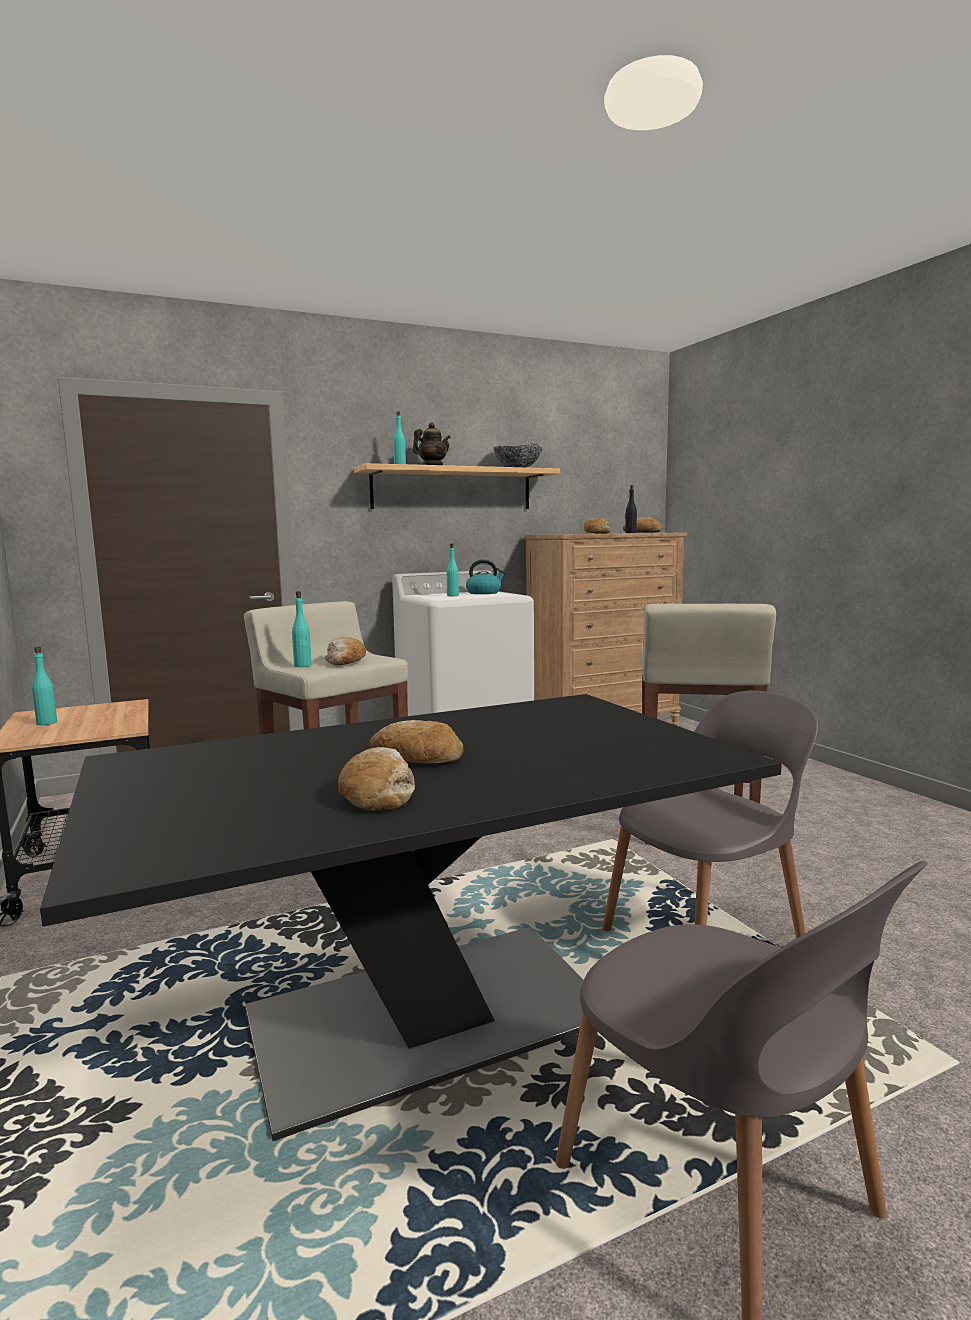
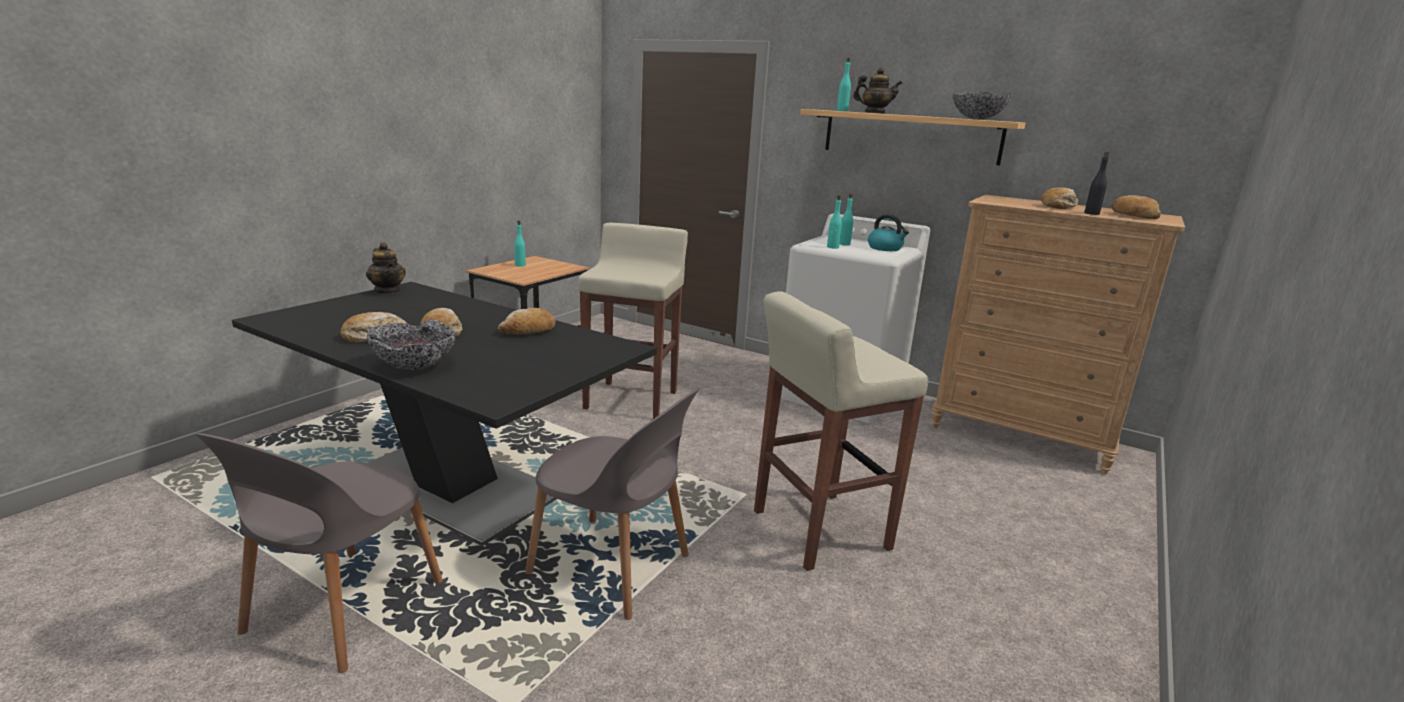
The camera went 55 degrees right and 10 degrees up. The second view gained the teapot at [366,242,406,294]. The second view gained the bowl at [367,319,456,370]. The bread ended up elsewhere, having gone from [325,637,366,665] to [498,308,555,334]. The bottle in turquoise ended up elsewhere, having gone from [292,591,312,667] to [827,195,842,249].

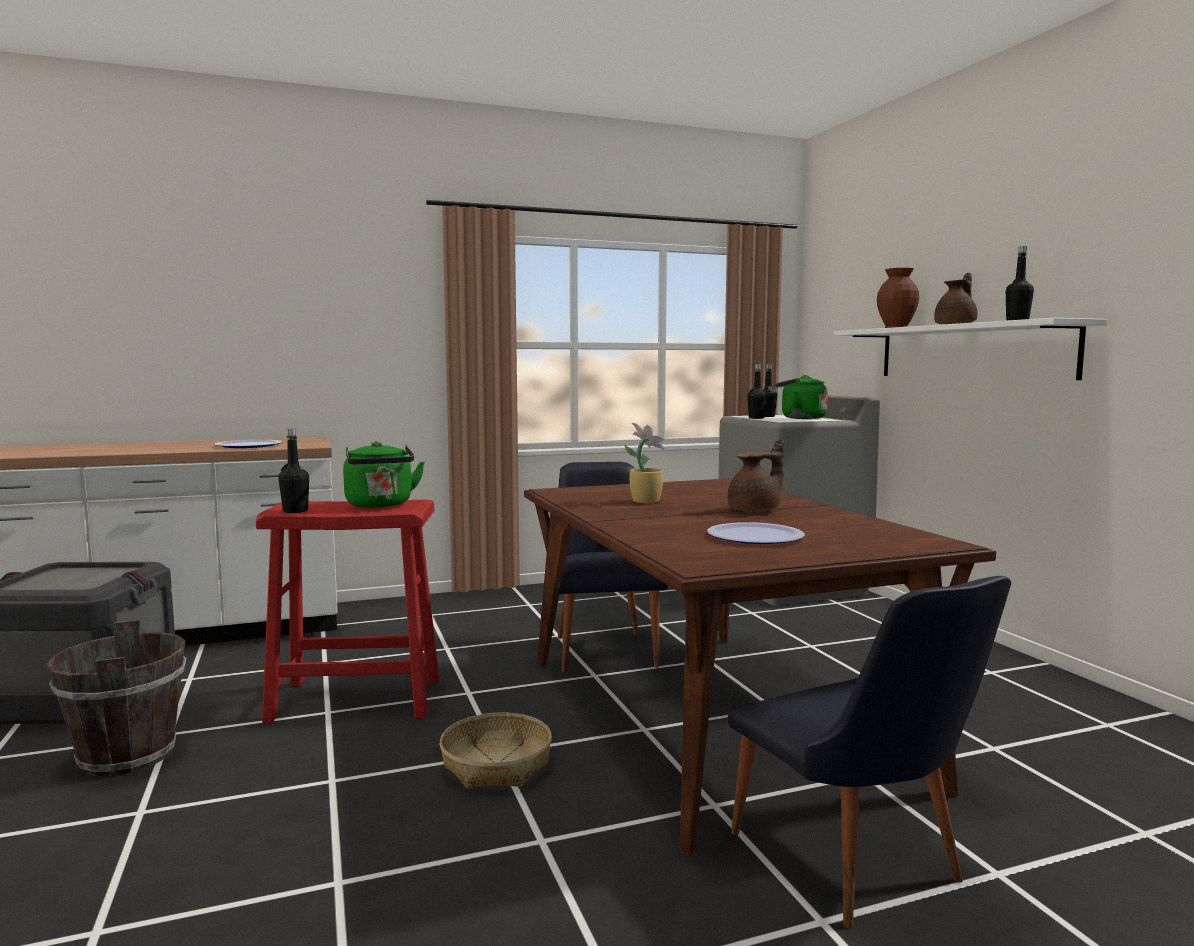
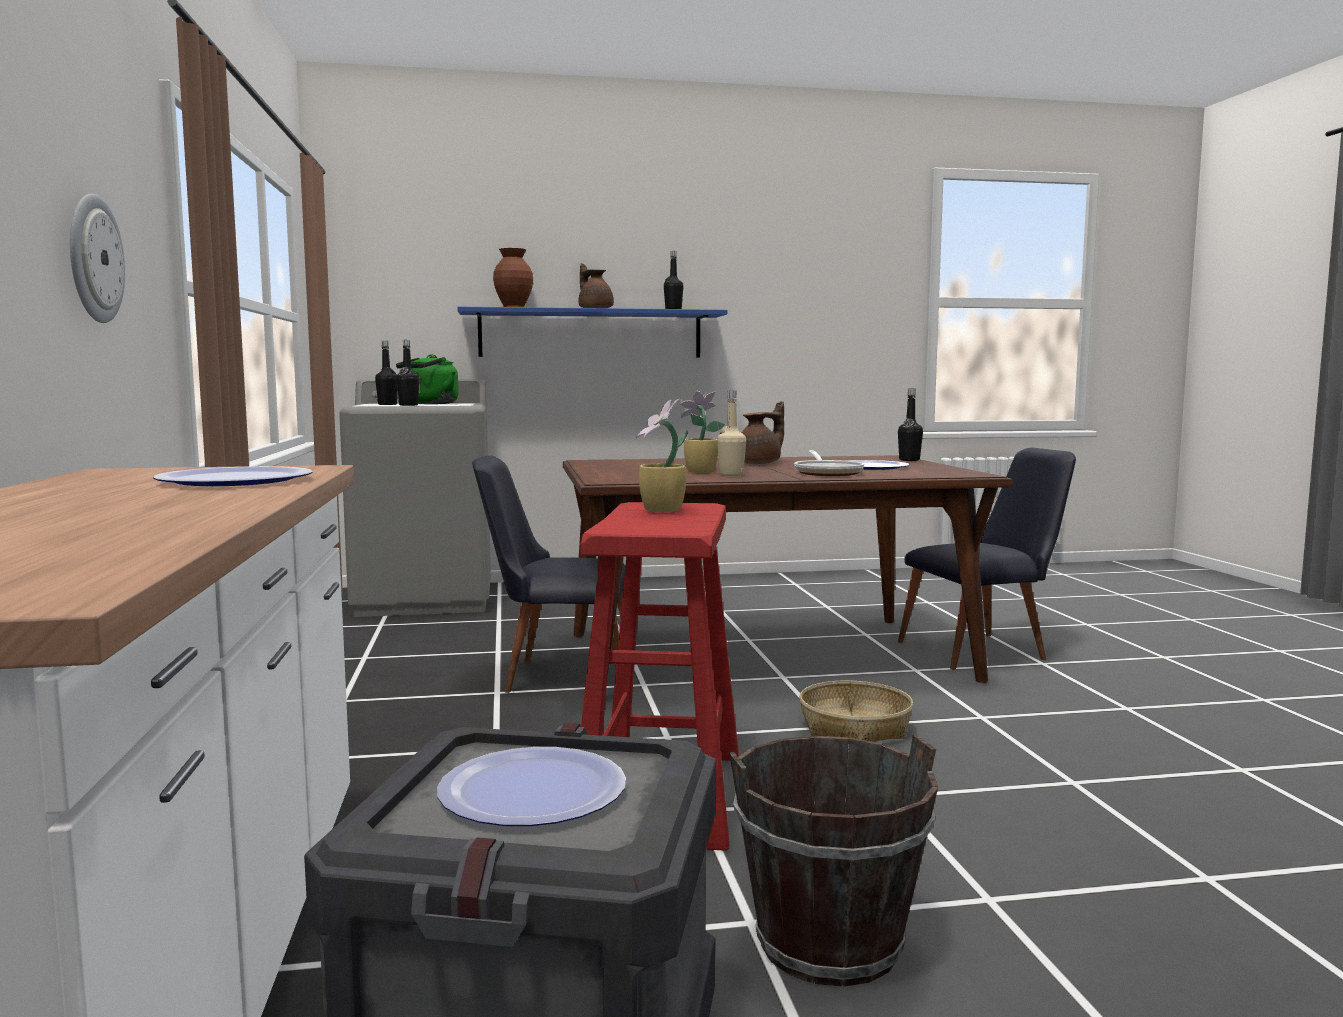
The camera went 80 degrees left and 0 degrees up. The second view gained the wall clock at [70,193,125,323]. The second view gained the plate at [437,747,626,826]. What was the shelf in white at [834,318,1107,380] turned into the shelf in blue at [457,307,727,357]. Where the kettle in green stood at [343,441,425,508], the potted plant came to stand at [636,399,688,512]. The second view gained the bottle in beige at [717,391,746,476]. The teapot in brown at [728,439,784,512] ended up facing another way, 75 degrees clockwise from before. The second view gained the frying pan at [794,450,864,476]. The bottle in black ended up elsewhere, having gone from [278,428,309,513] to [898,389,923,461].

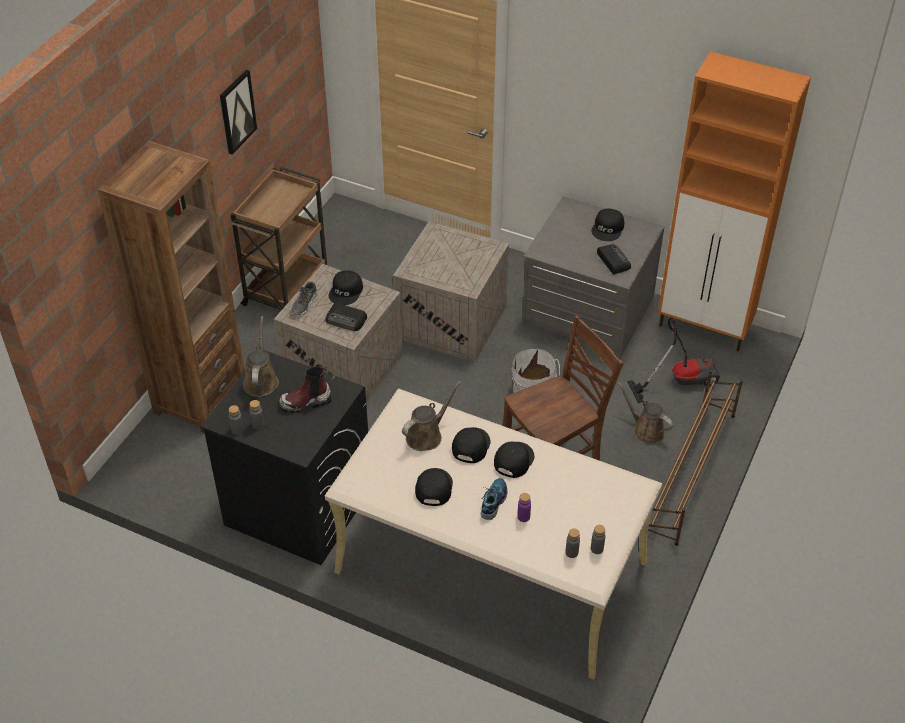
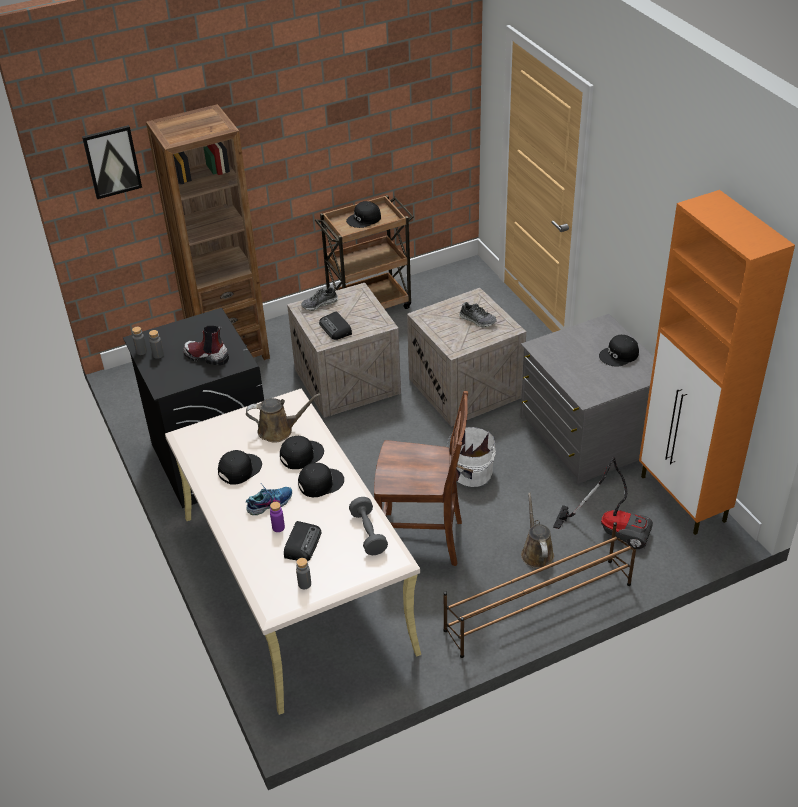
The camera went 40 degrees right and 5 degrees down. The picture ended up elsewhere, having gone from [220,70,257,155] to [82,125,142,199]. The radio ended up elsewhere, having gone from [597,244,631,274] to [284,521,322,561]. The cap in black ended up elsewhere, having gone from [328,270,363,305] to [346,201,381,228]. The second view gained the dumbbell in grey at [349,497,388,555]. The second view gained the shoe at [459,302,497,328]. The second view lost the watering can in brown at [243,316,279,397]. The second view lost the bottle in grey at [565,529,580,558].

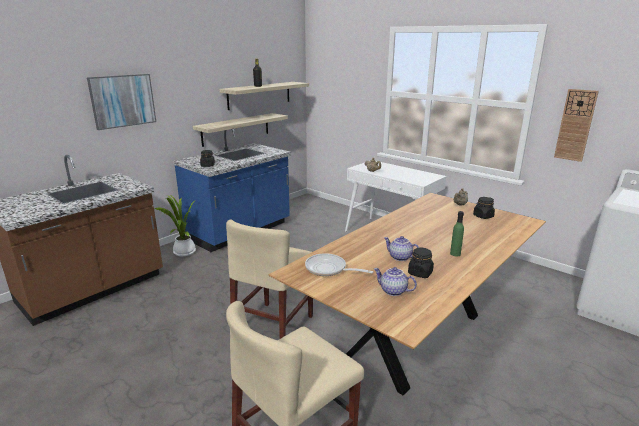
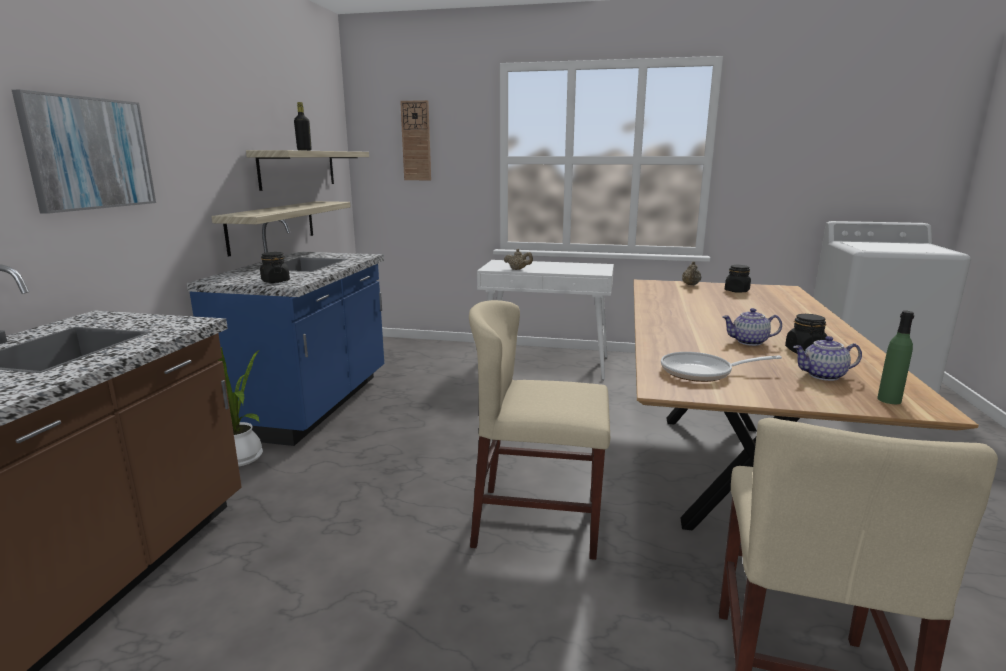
The camera went 30 degrees left and 5 degrees down. The wall clock ended up elsewhere, having gone from [554,89,599,162] to [400,100,431,180]. The chair in beige at [226,219,313,339] ended up facing another way, 105 degrees clockwise from before. The bottle in green ended up elsewhere, having gone from [450,211,464,257] to [877,311,914,404].

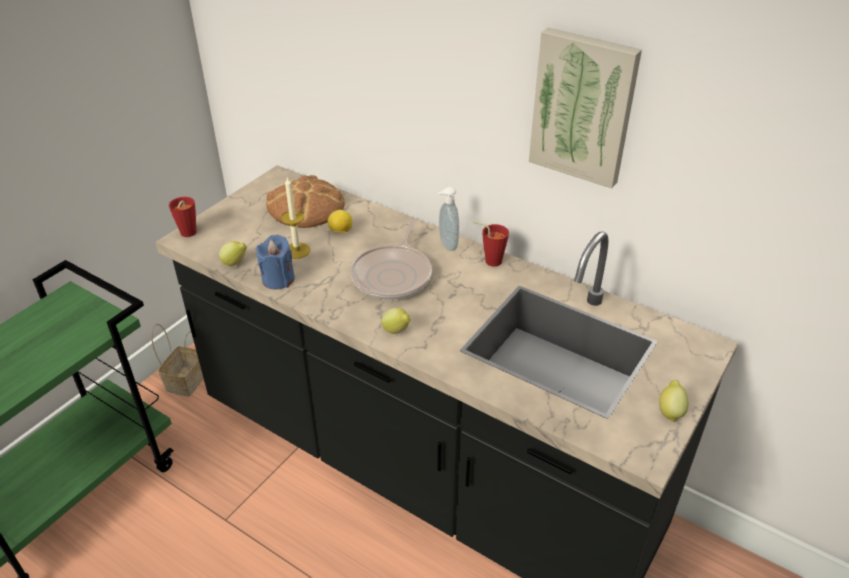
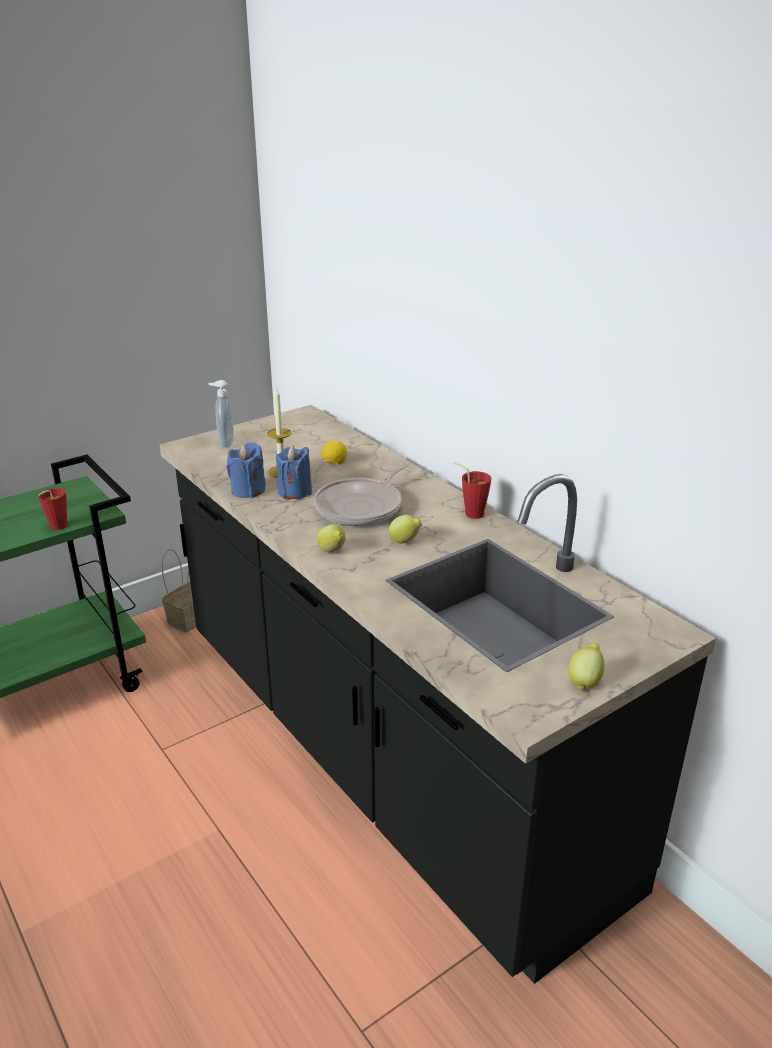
The camera went 20 degrees right and 10 degrees down. The cup in red ended up elsewhere, having gone from [169,197,197,237] to [38,488,67,530]. The soap dispenser ended up elsewhere, having gone from [438,187,459,251] to [209,380,233,448]. The second view gained the candle in blue at [276,445,312,499]. The lemon ended up elsewhere, having gone from [219,241,247,266] to [389,515,422,544]. The second view lost the bread at [266,175,345,228]. The second view lost the picture at [529,28,642,188].

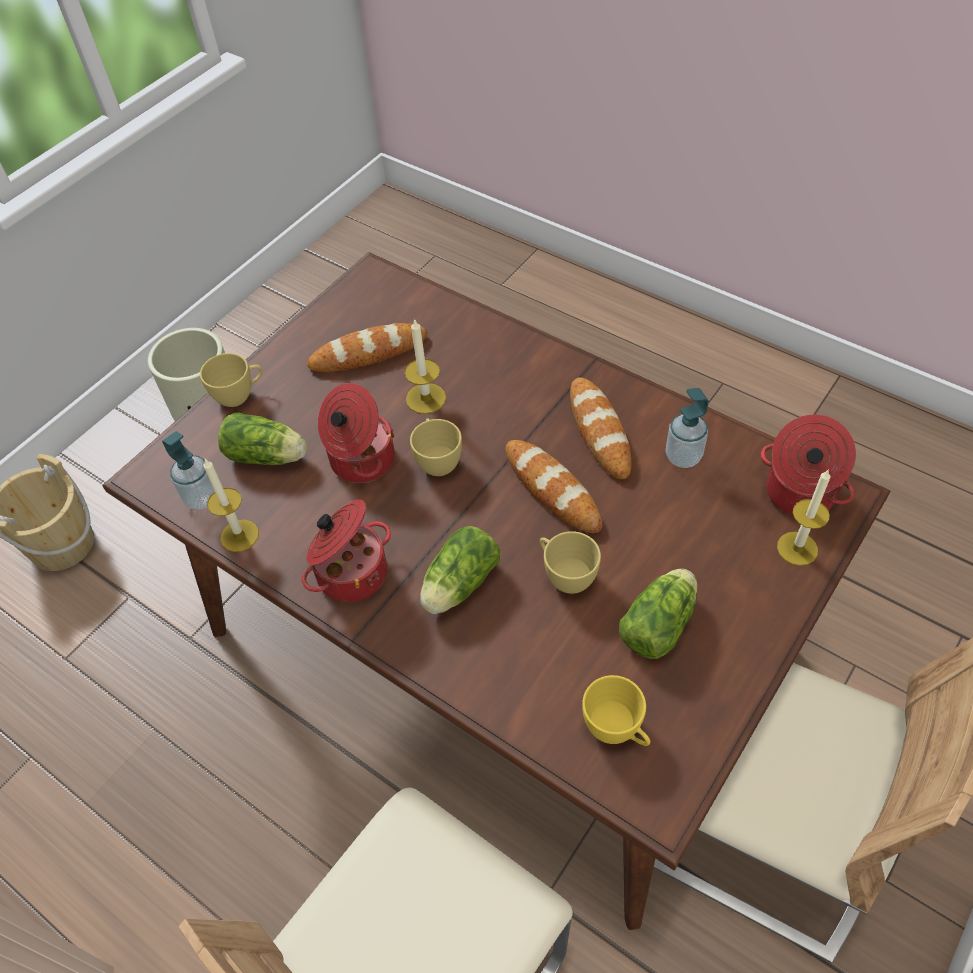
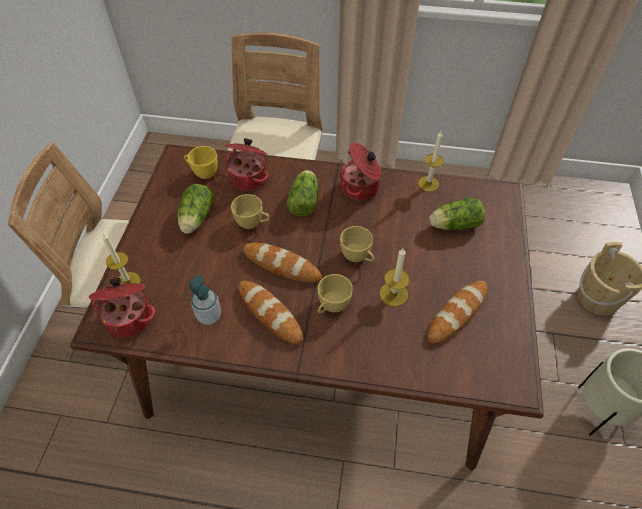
The camera went 150 degrees right and 0 degrees up. The cooking pot ended up elsewhere, having gone from [318,383,395,483] to [225,138,268,191]. The cup in yellow ended up elsewhere, having gone from [200,353,263,407] to [318,274,353,313]. The second view lost the soap dispenser at [162,431,215,510].

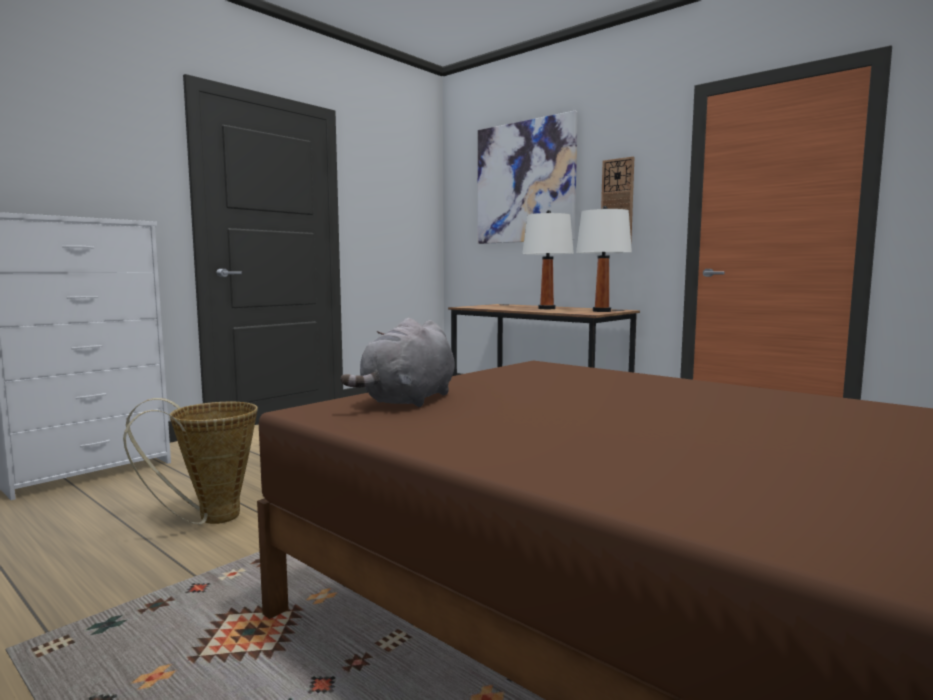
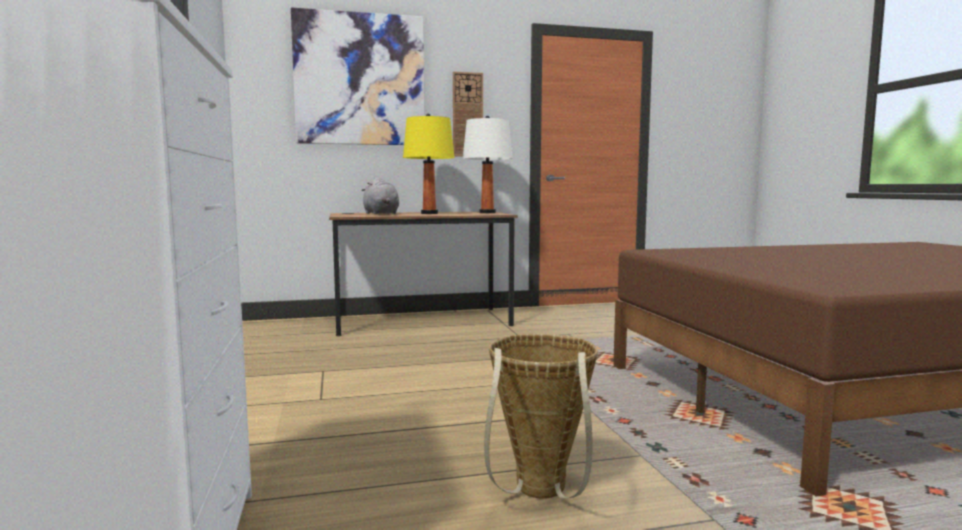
The camera went 55 degrees left and 0 degrees up. The plush toy in grey ended up elsewhere, having gone from [340,318,455,407] to [361,177,399,214]. What was the table lamp in white at [522,210,574,309] turned into the table lamp in yellow at [403,114,455,214].

